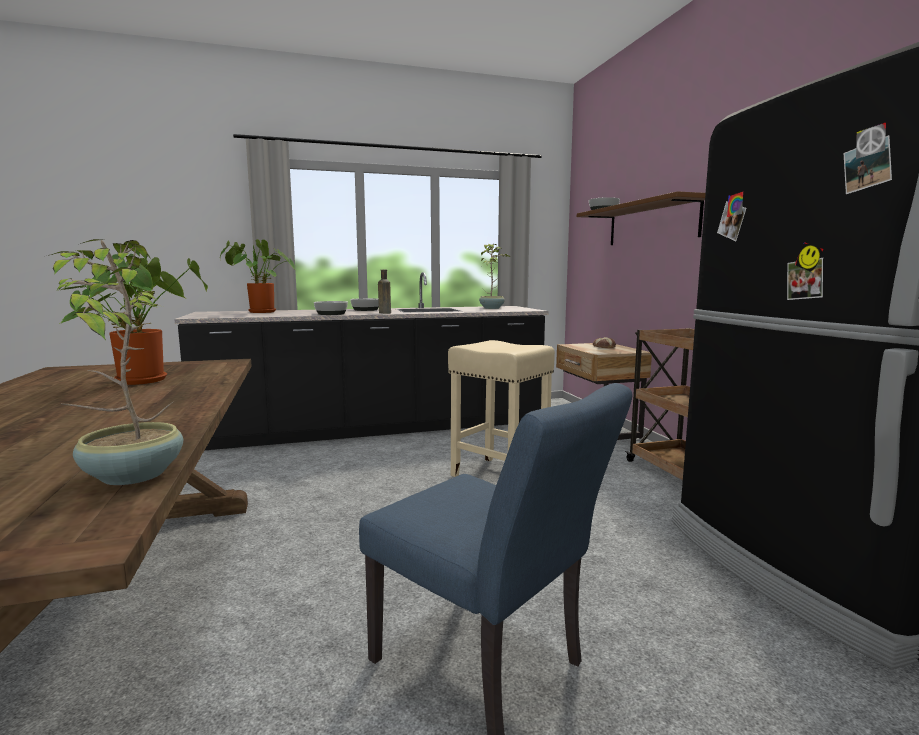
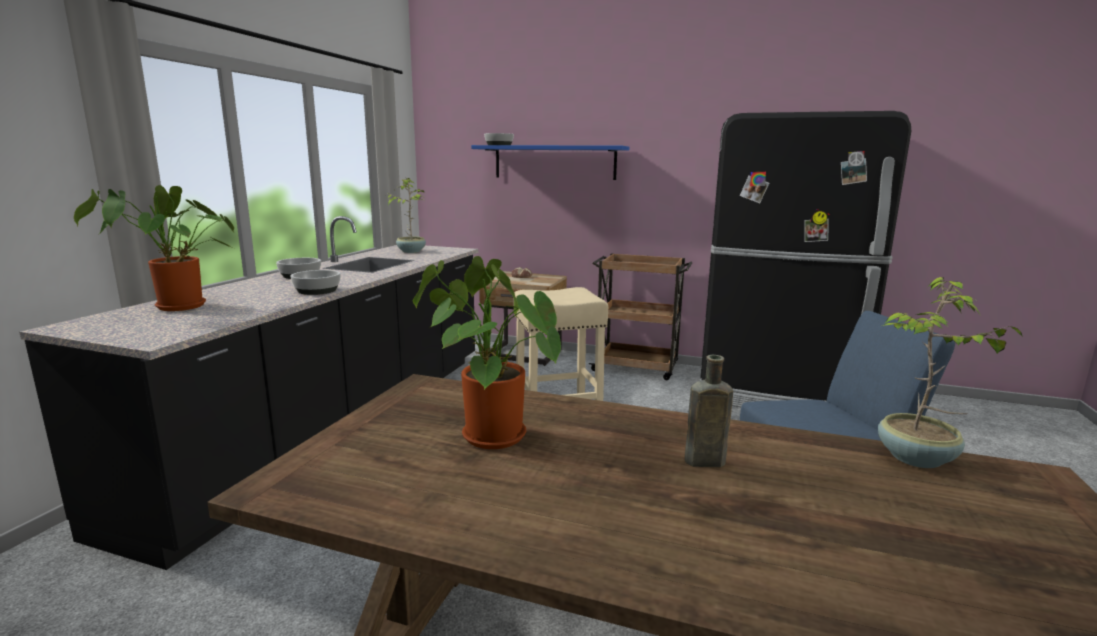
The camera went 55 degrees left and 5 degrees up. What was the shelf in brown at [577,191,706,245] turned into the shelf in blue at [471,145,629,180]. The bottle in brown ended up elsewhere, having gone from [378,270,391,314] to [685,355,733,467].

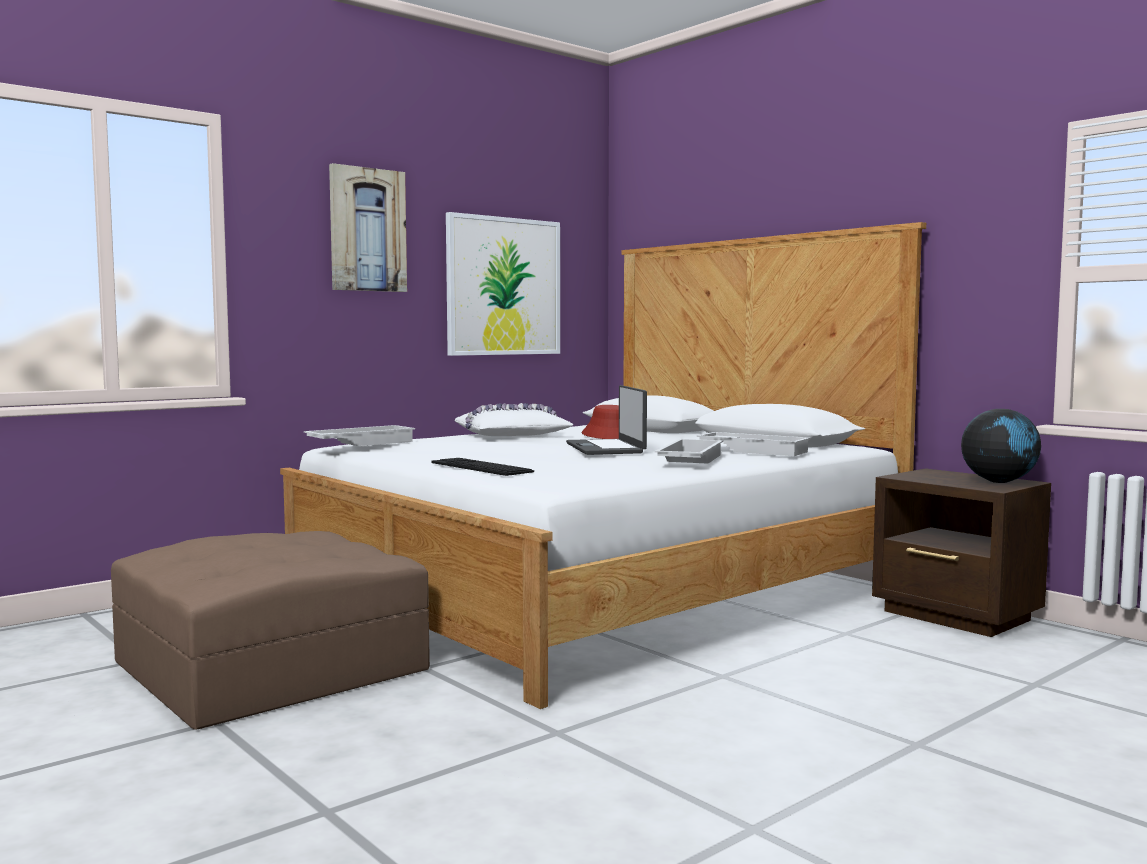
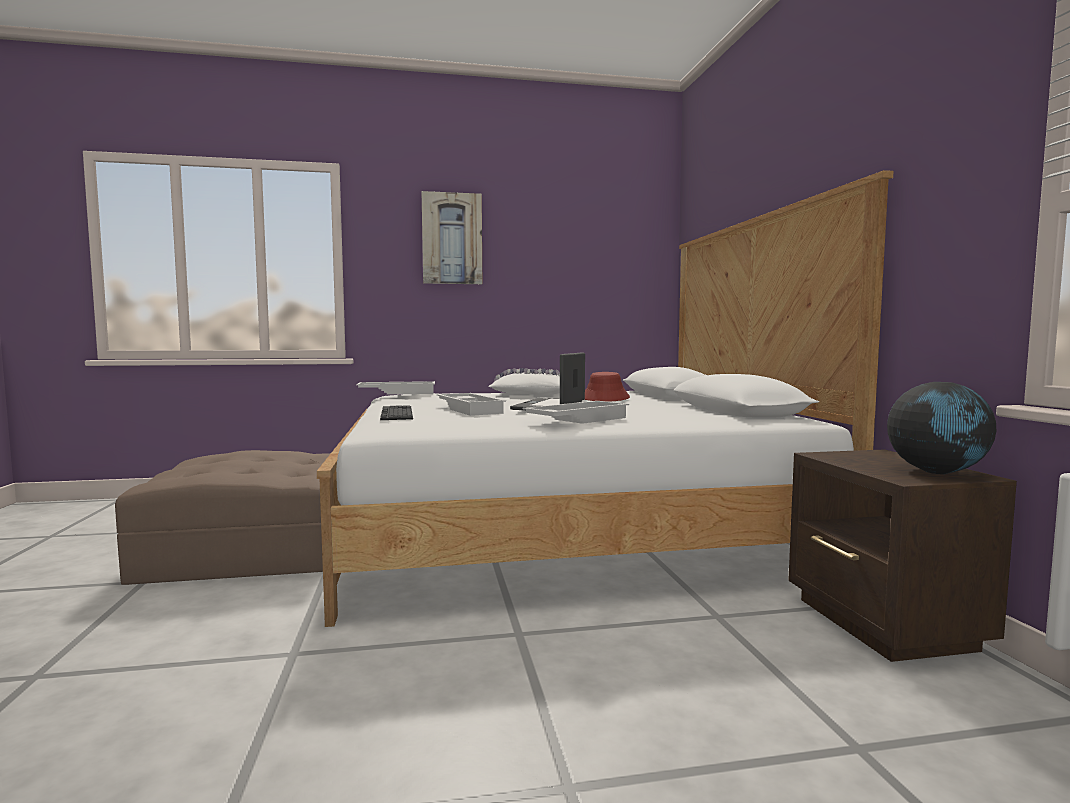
The camera went 30 degrees right and 0 degrees up. The tray in white ended up elsewhere, having gone from [696,432,811,456] to [437,393,506,416]. The second view lost the picture at [446,212,560,356].

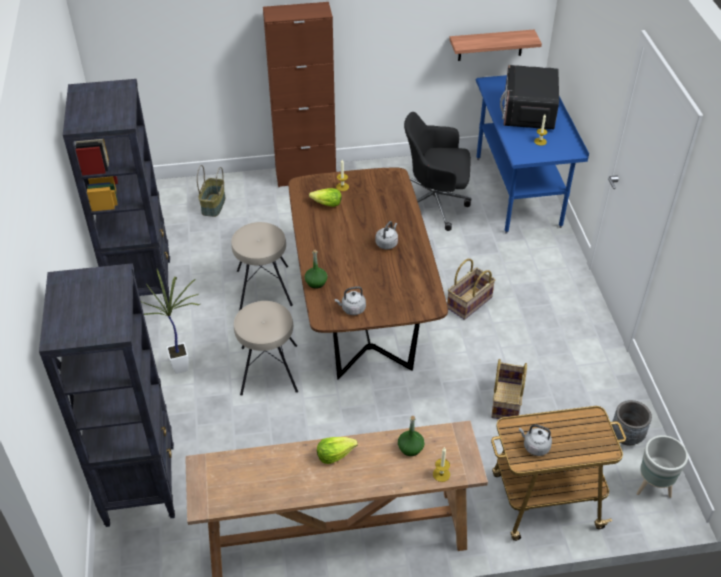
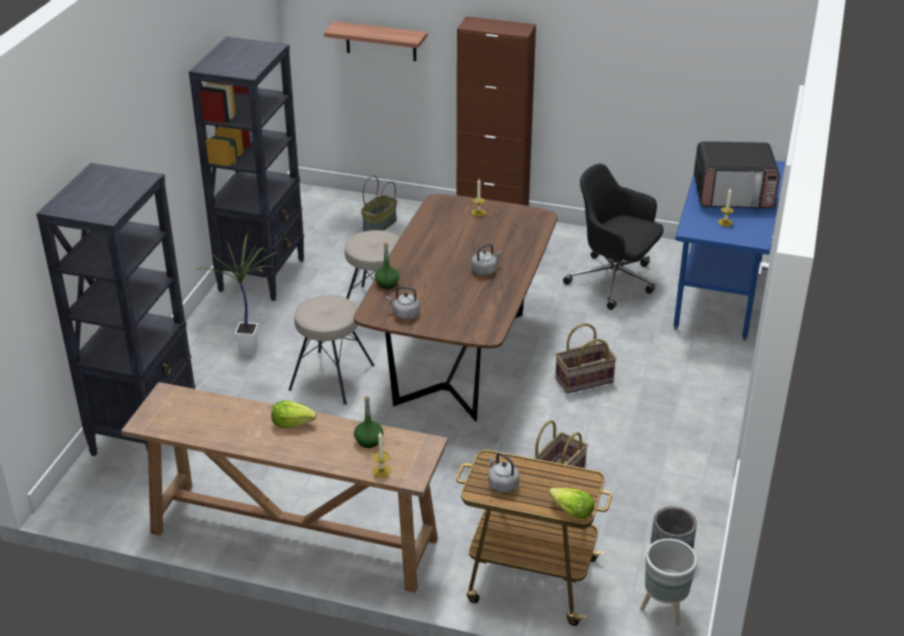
The camera went 25 degrees right and 10 degrees down. The shelf ended up elsewhere, having gone from [449,30,542,61] to [324,21,427,61]. The lettuce ended up elsewhere, having gone from [309,188,342,207] to [549,488,594,519]. The microwave at [500,65,559,129] ended up facing another way, 120 degrees counterclockwise from before.

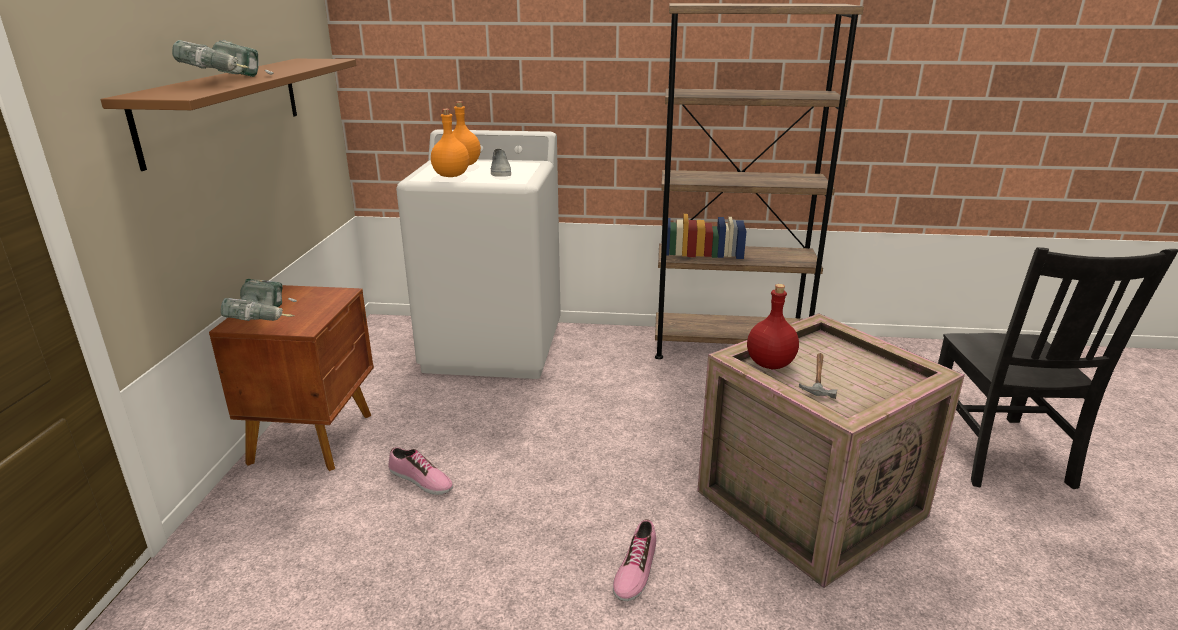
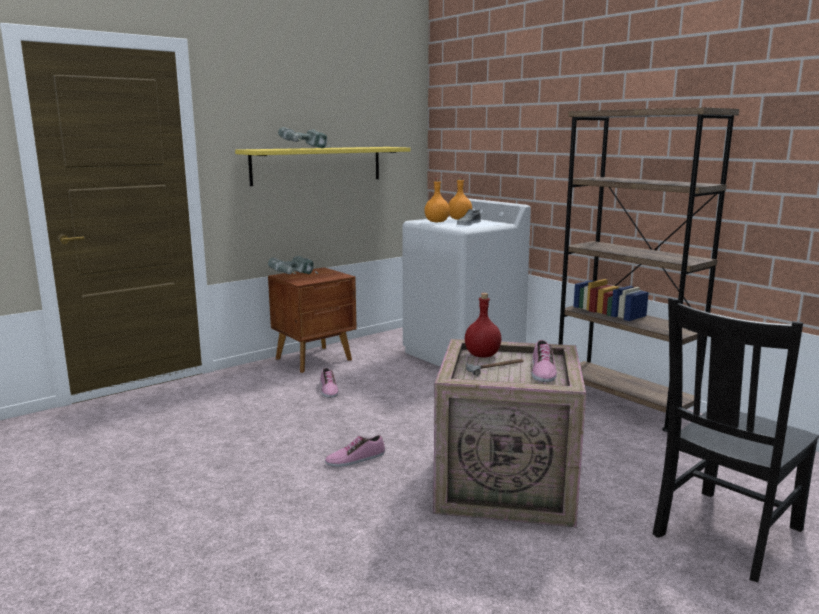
The camera went 45 degrees right and 10 degrees down. What was the shelf in brown at [100,59,356,171] turned into the shelf in yellow at [235,147,411,186]. The second view gained the shoe at [532,340,557,382].

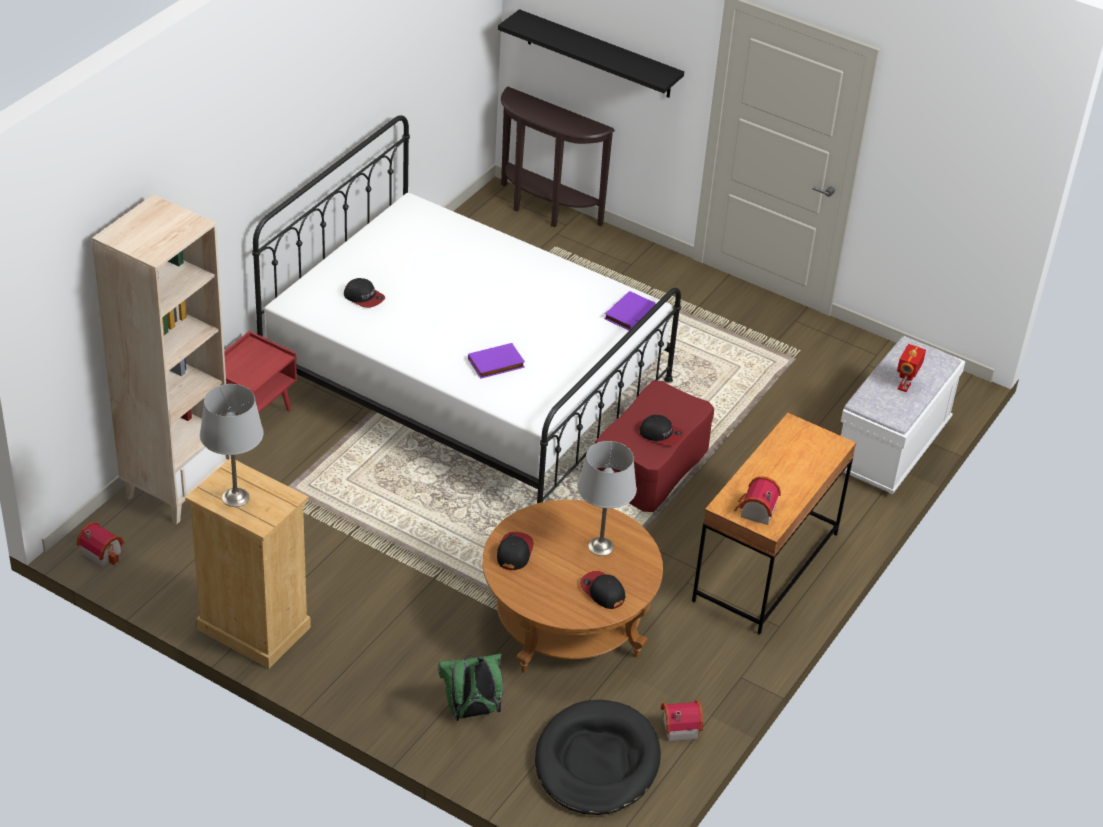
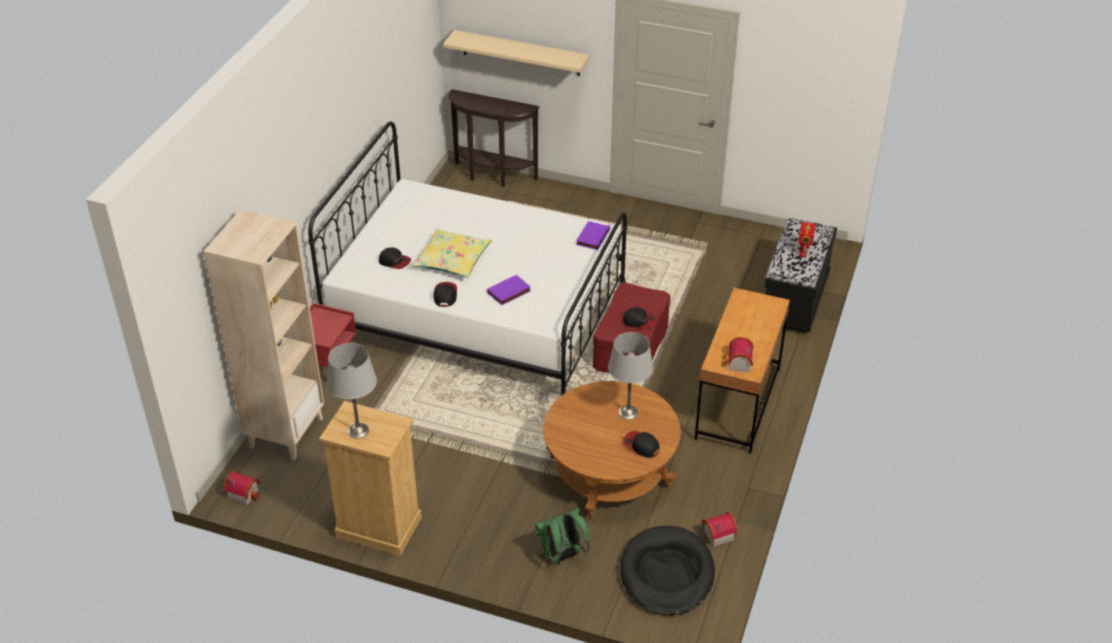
The camera went 10 degrees left and 0 degrees up. The second view gained the pillow in yellow at [411,229,491,278]. The cap ended up elsewhere, having gone from [497,532,533,570] to [433,282,457,307]. What was the shelf in black at [498,9,684,98] turned into the shelf in beige at [443,30,589,76]. What was the bench in white at [841,336,966,494] turned into the bench in black at [765,218,837,333].

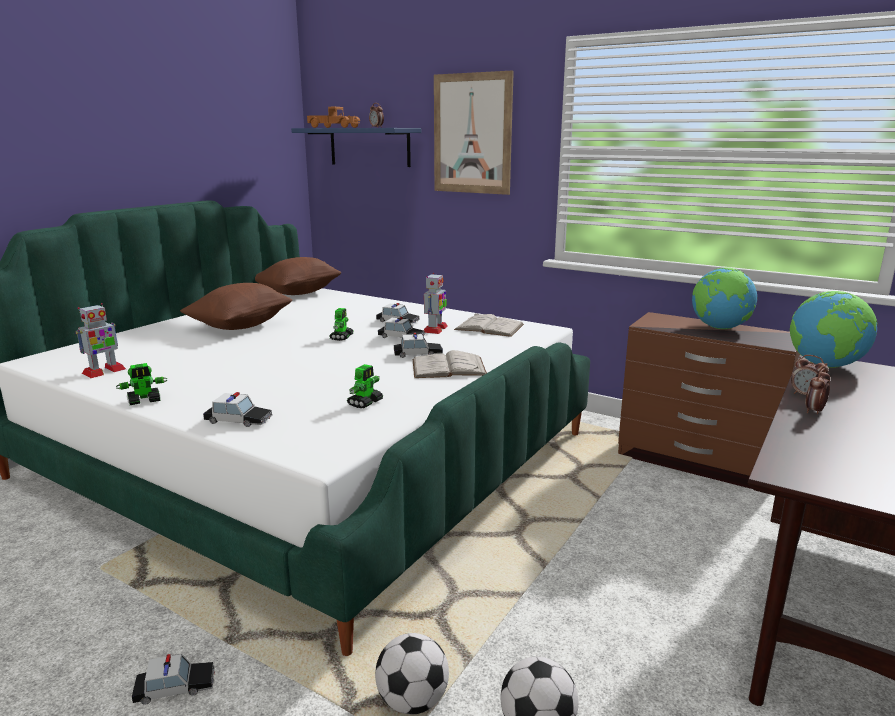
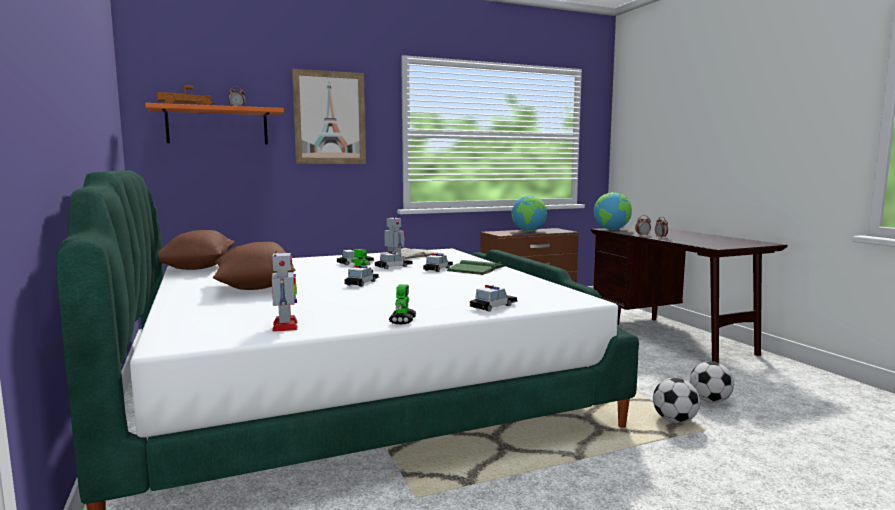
The camera went 55 degrees left and 10 degrees down. What was the shelf in blue at [291,128,421,167] turned into the shelf in orange at [145,103,284,145]. The toy car ended up elsewhere, having gone from [132,654,215,705] to [344,265,379,286]. What was the book in white at [413,350,487,378] turned into the book in green at [447,260,505,275]. The second view lost the toy robot at [347,364,383,408].

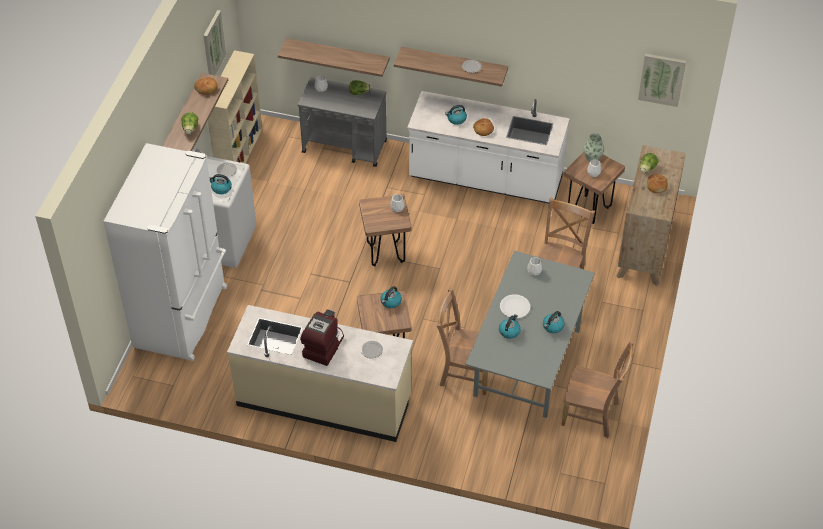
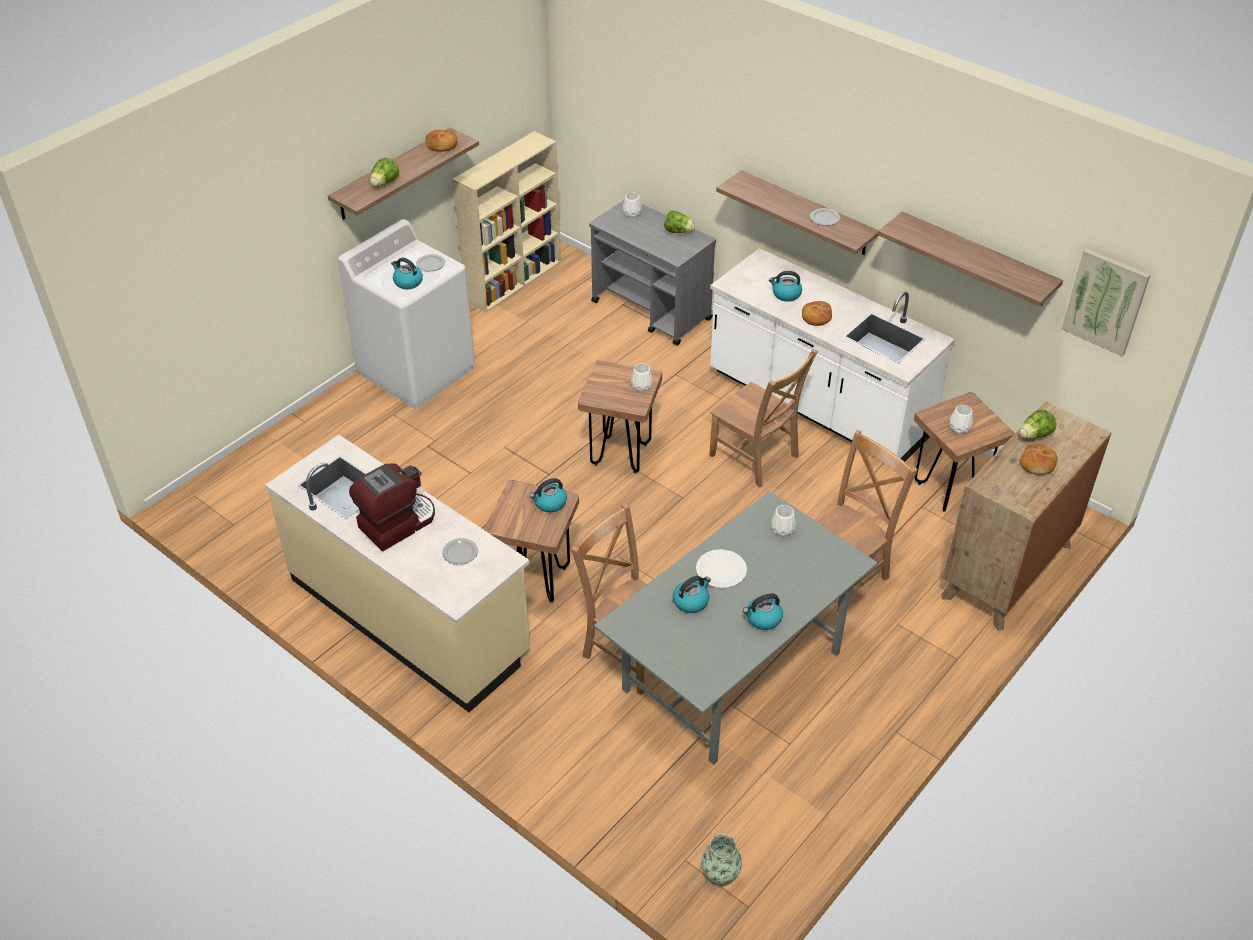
The camera went 25 degrees right and 5 degrees down. The vase ended up elsewhere, having gone from [584,133,604,162] to [701,834,742,887]. The chair in brown ended up elsewhere, having gone from [561,341,634,438] to [709,349,818,488]. The shelf ended up elsewhere, having gone from [278,38,390,77] to [878,212,1063,306]. The second view lost the fridge in white at [103,143,227,361]. The second view lost the picture at [203,10,226,75].

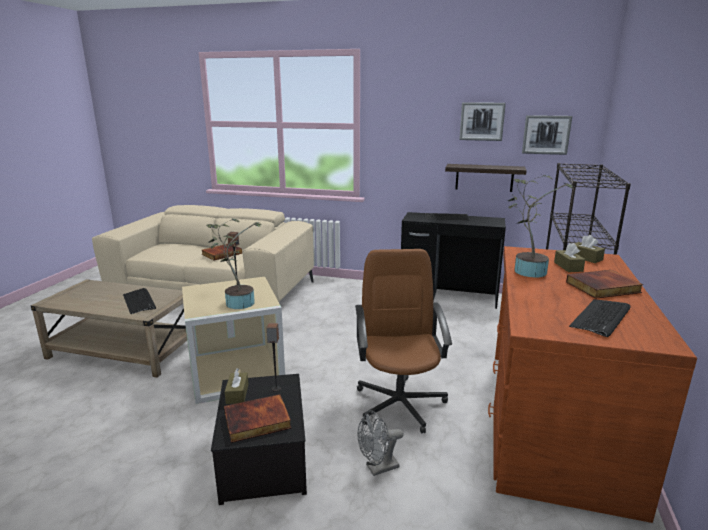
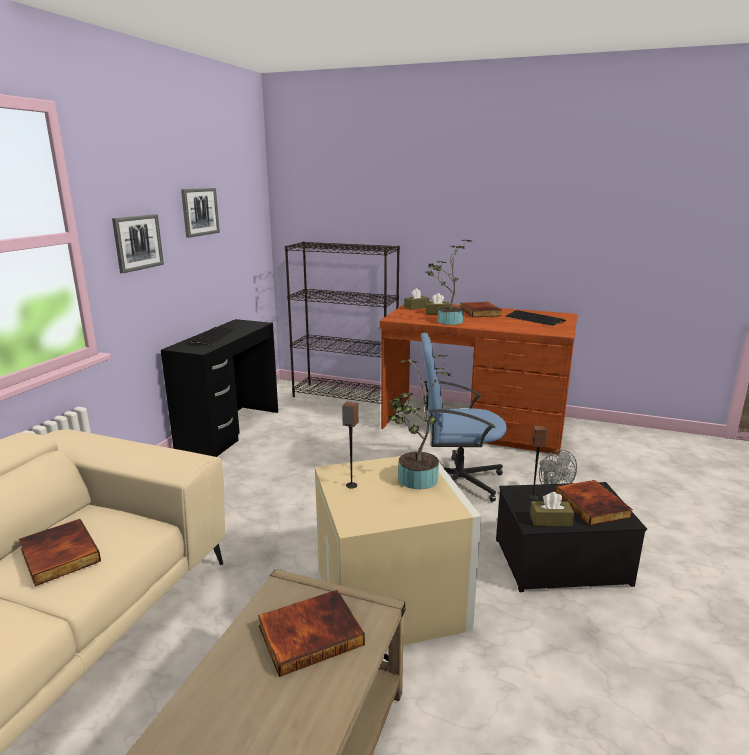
The camera went 85 degrees left and 0 degrees up. The picture ended up elsewhere, having gone from [522,115,572,155] to [112,214,164,273]. Where the keyboard stood at [123,288,156,314], the book came to stand at [258,590,365,677]. What was the office chair in brown at [355,249,452,433] turned into the office chair in blue at [421,333,507,502]. The second view lost the shelf at [445,164,527,192].

